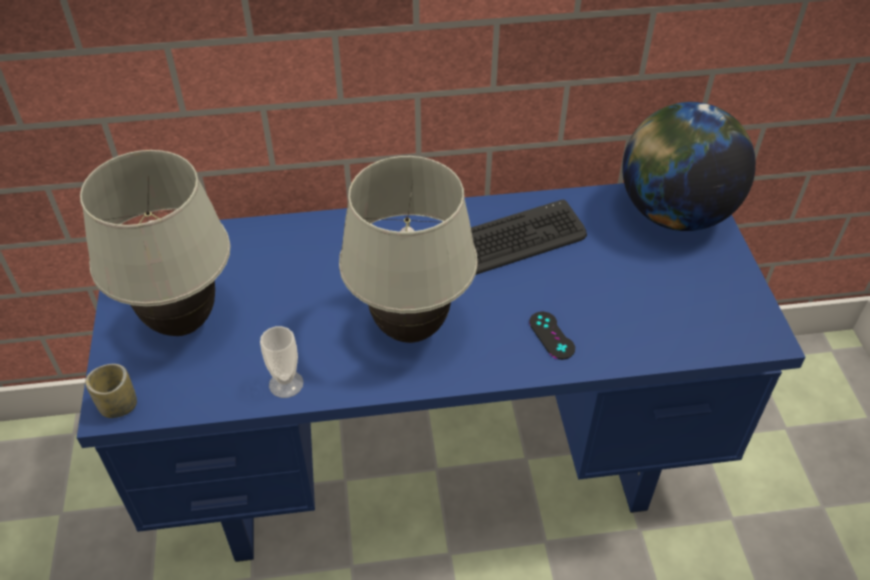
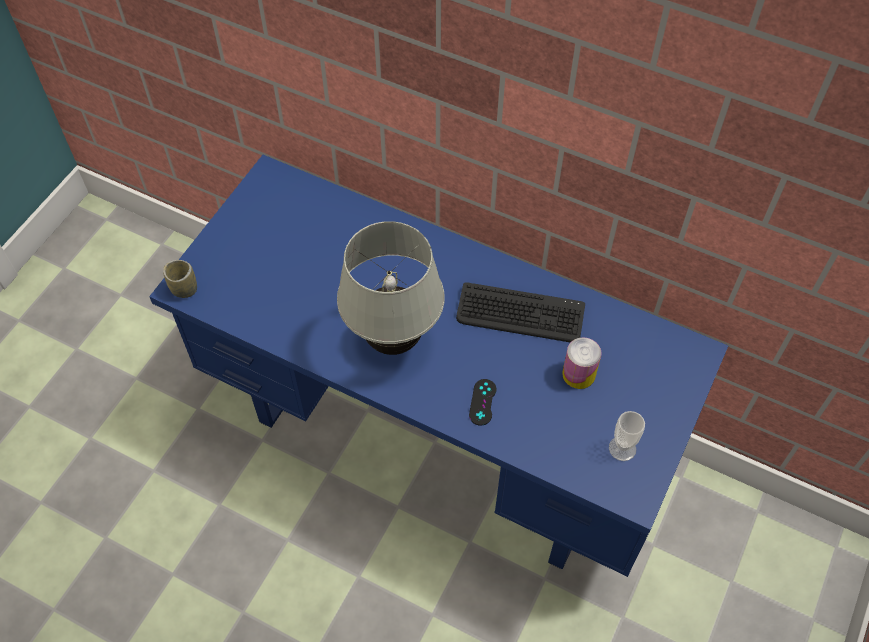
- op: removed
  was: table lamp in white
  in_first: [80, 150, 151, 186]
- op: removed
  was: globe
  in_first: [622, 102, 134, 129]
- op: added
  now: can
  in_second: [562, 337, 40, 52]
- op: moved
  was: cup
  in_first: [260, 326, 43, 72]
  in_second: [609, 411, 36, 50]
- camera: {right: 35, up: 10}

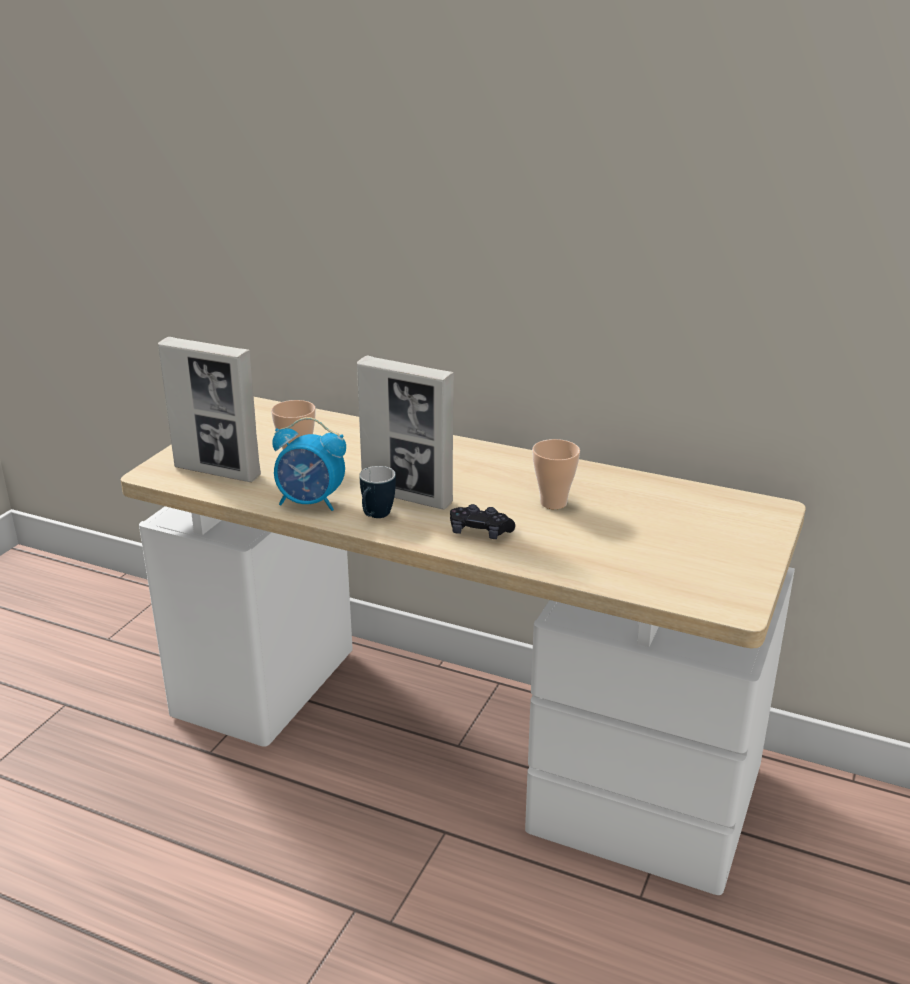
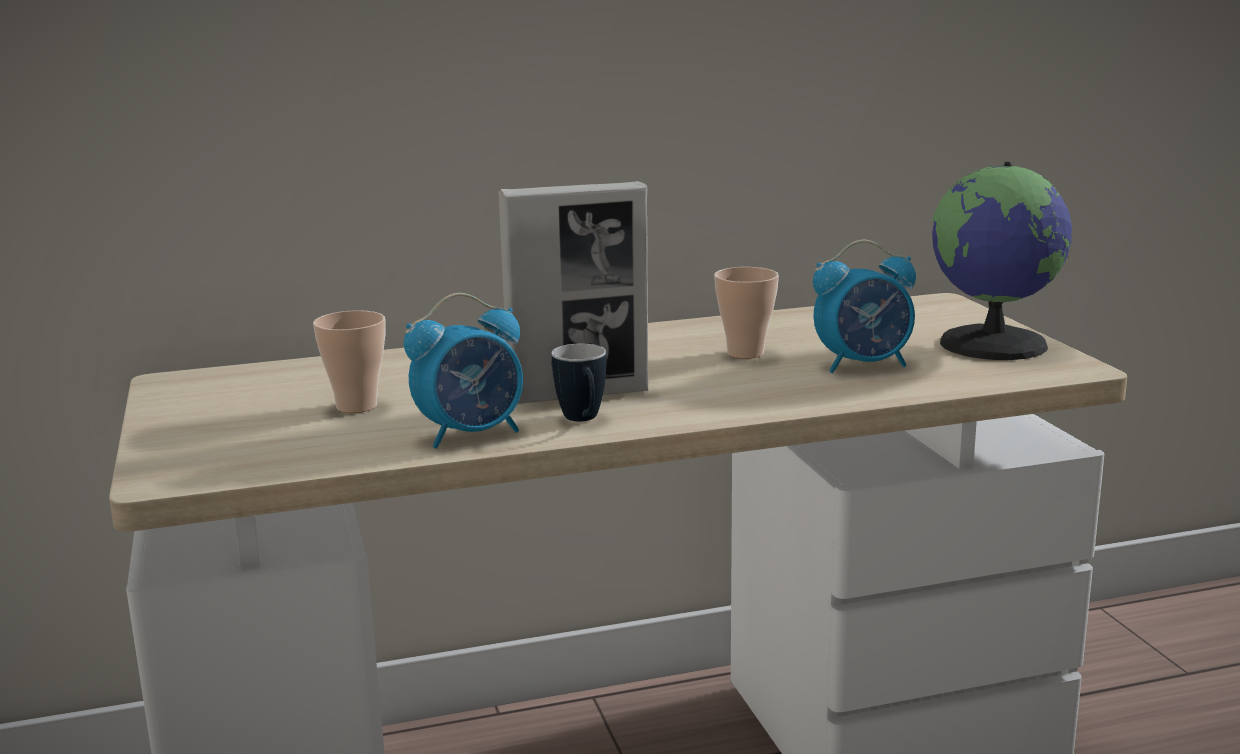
- op: removed
  was: picture frame
  in_first: [158, 337, 103, 145]
- op: removed
  was: game controller in black
  in_first: [450, 504, 65, 35]
- op: added
  now: alarm clock
  in_second: [813, 240, 103, 133]
- op: added
  now: globe
  in_second: [932, 162, 141, 198]
- camera: {right: -40, up: -10}

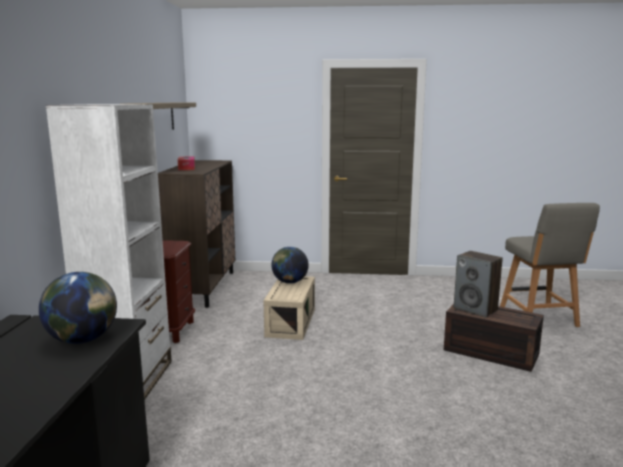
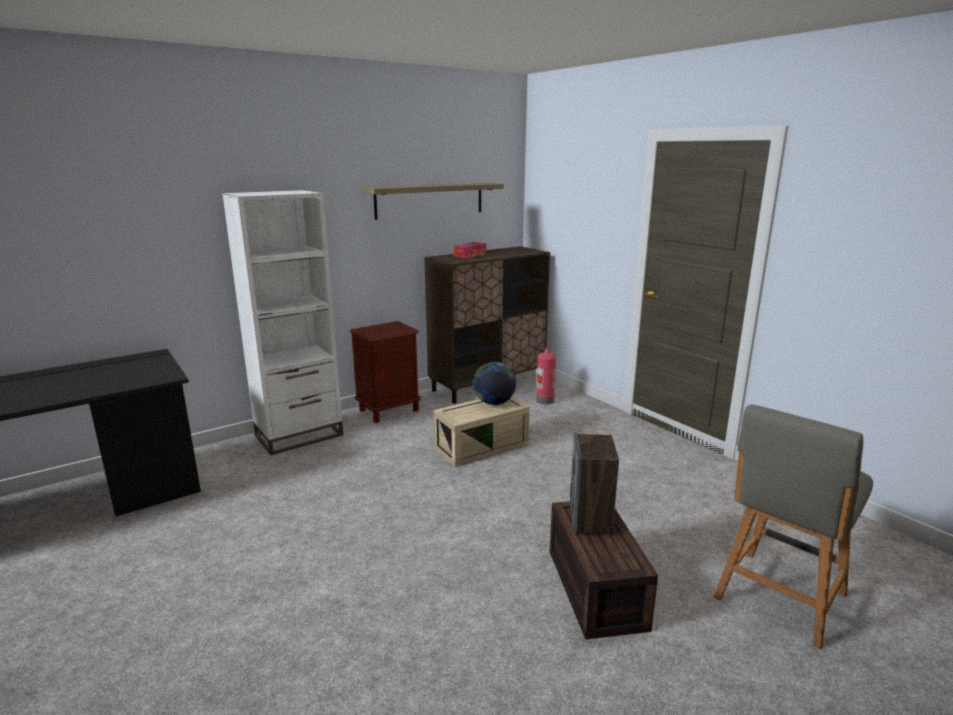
- op: removed
  was: globe
  in_first: [39, 272, 78, 72]
- op: added
  now: fire extinguisher
  in_second: [536, 346, 20, 58]
- camera: {right: 50, up: 5}

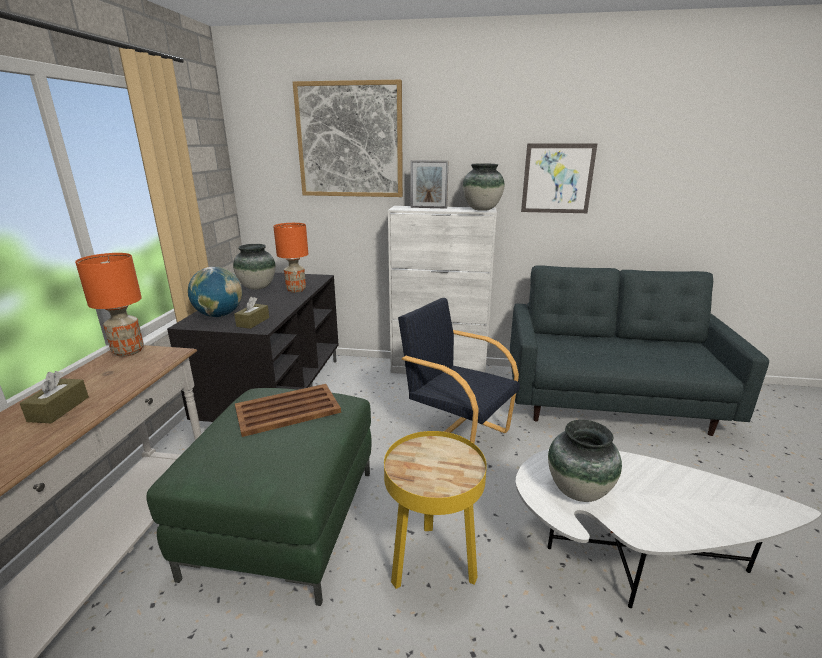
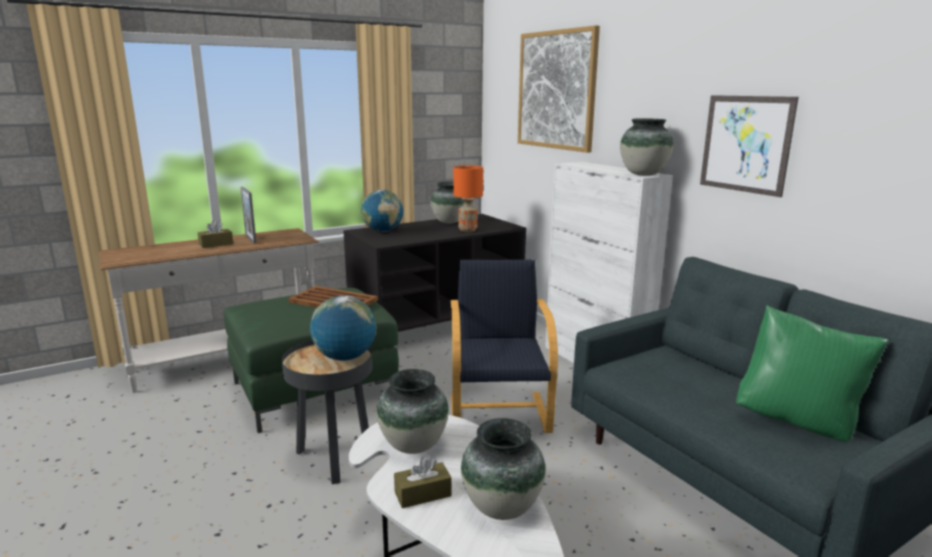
- op: removed
  was: table lamp in orange
  in_first: [75, 253, 69, 104]
- op: added
  now: globe
  in_second: [310, 296, 67, 65]
- op: added
  now: vase
  in_second: [461, 418, 85, 102]
- op: added
  now: pillow in green
  in_second: [736, 305, 152, 137]
- op: moved
  was: tissue box in brown
  in_first: [234, 297, 35, 32]
  in_second: [394, 457, 58, 51]
- op: moved
  was: picture frame
  in_first: [410, 160, 38, 49]
  in_second: [240, 187, 16, 57]
- op: recoloured
  was: side table in yellow
  now: side table in black
  in_first: [384, 431, 103, 158]
  in_second: [282, 340, 90, 144]
- camera: {right: 50, up: -5}

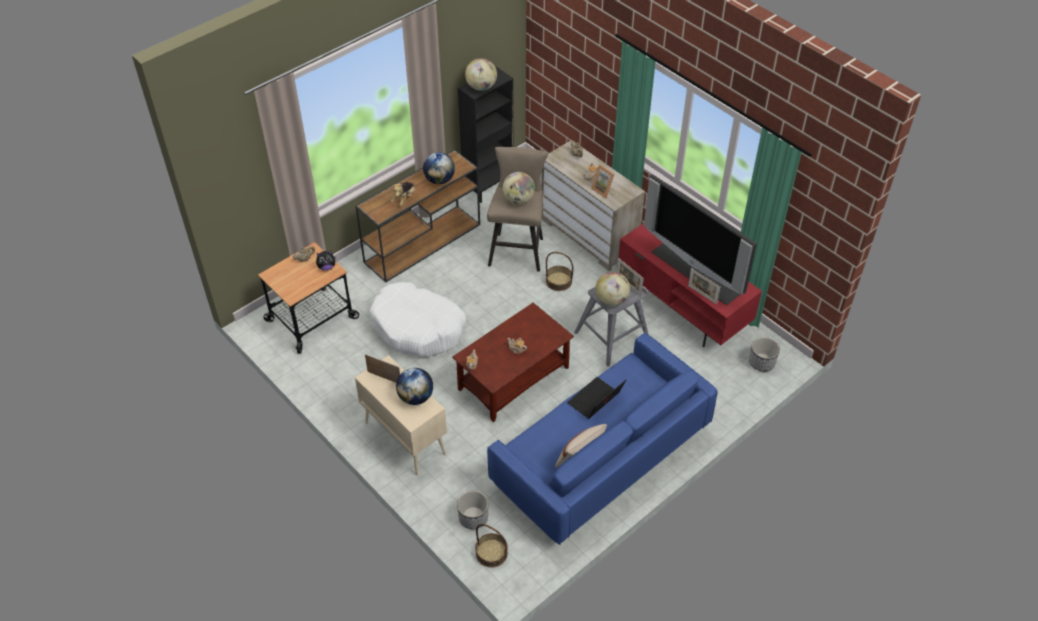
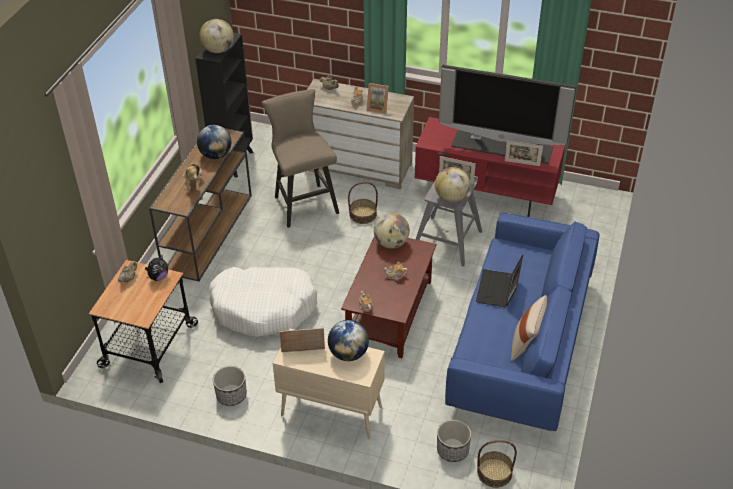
- op: moved
  was: globe
  in_first: [503, 172, 32, 32]
  in_second: [374, 213, 36, 36]
- op: moved
  was: planter
  in_first: [749, 337, 31, 34]
  in_second: [213, 366, 34, 40]
- camera: {right: -30, up: -5}

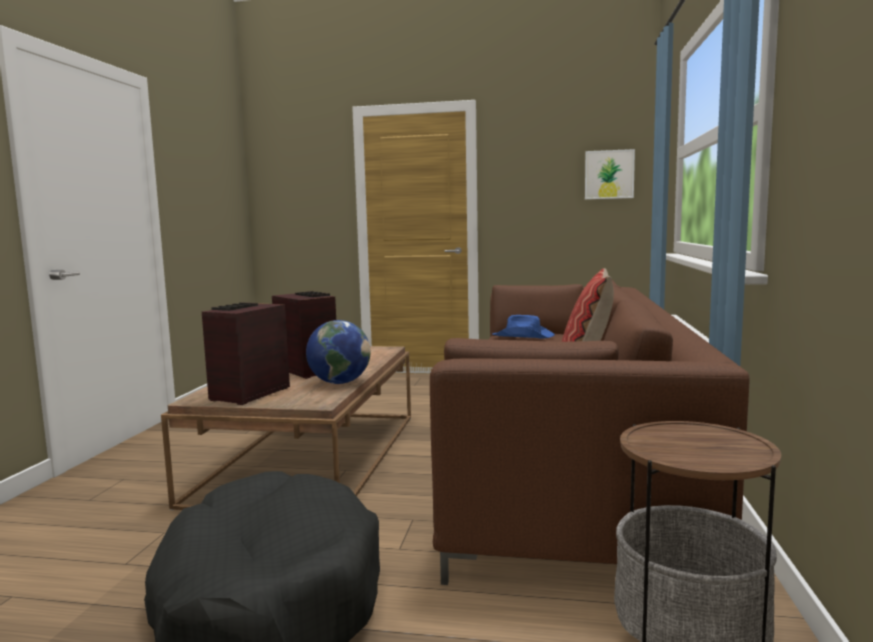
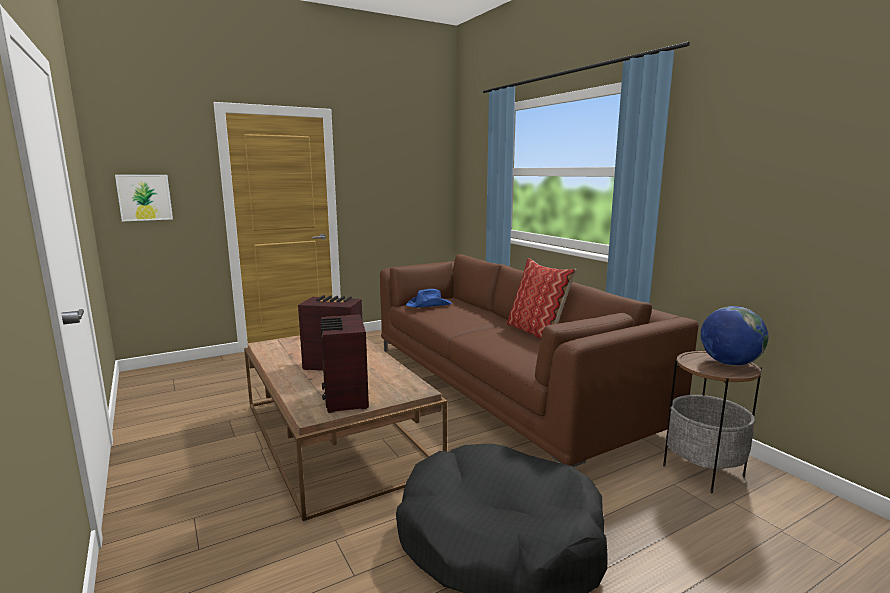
- op: moved
  was: globe
  in_first: [306, 320, 65, 64]
  in_second: [700, 306, 68, 60]
- op: moved
  was: picture
  in_first: [585, 149, 50, 50]
  in_second: [115, 175, 58, 46]
- camera: {right: -40, up: 5}

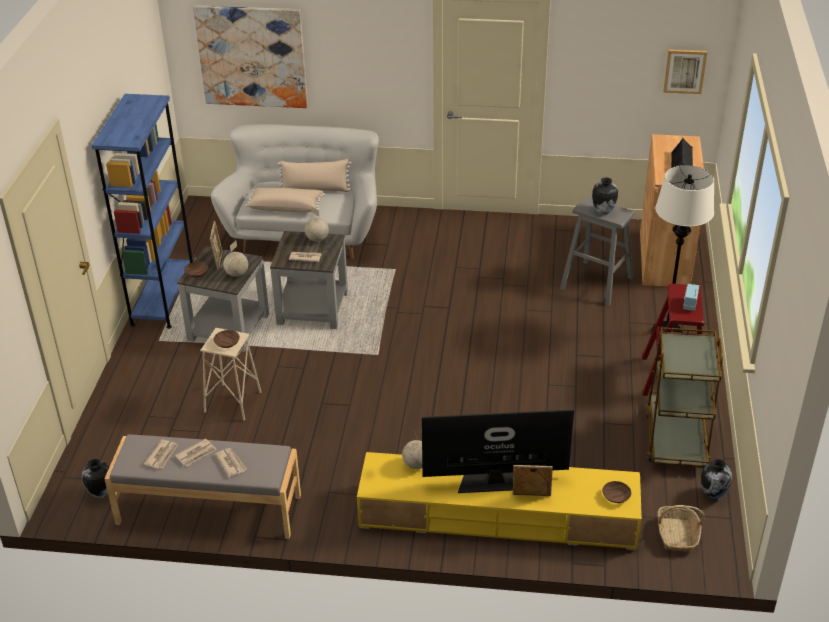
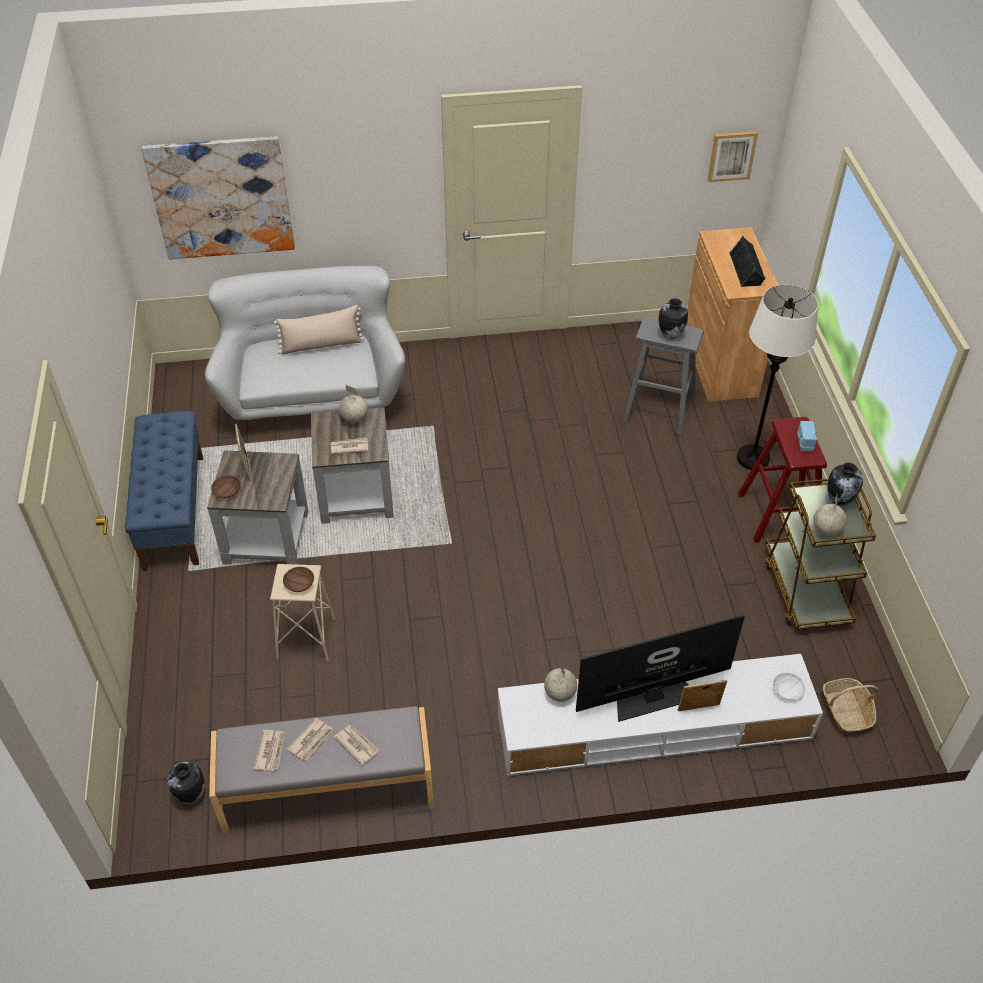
- op: removed
  was: pillow in beige
  in_first: [245, 188, 80, 24]
- op: moved
  was: globe
  in_first: [223, 240, 25, 37]
  in_second: [813, 492, 34, 44]
- op: moved
  was: vase
  in_first: [701, 459, 31, 40]
  in_second: [827, 462, 36, 44]
- op: replaced
  was: bookcase in blue
  now: bench in blue
  in_first: [91, 94, 102, 235]
  in_second: [125, 411, 78, 160]
- op: recoloured
  was: tv stand in yellow
  now: tv stand in white
  in_first: [357, 452, 285, 98]
  in_second: [498, 654, 325, 122]
- op: recoloured
  was: bowl in brown
  now: bowl in white
  in_first: [602, 481, 29, 22]
  in_second: [773, 672, 32, 28]
- camera: {right: -15, up: 10}

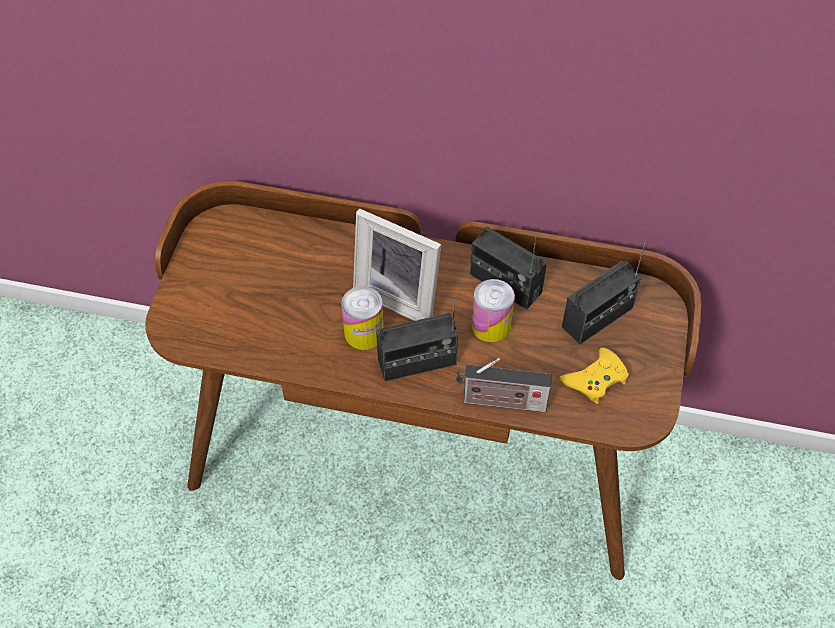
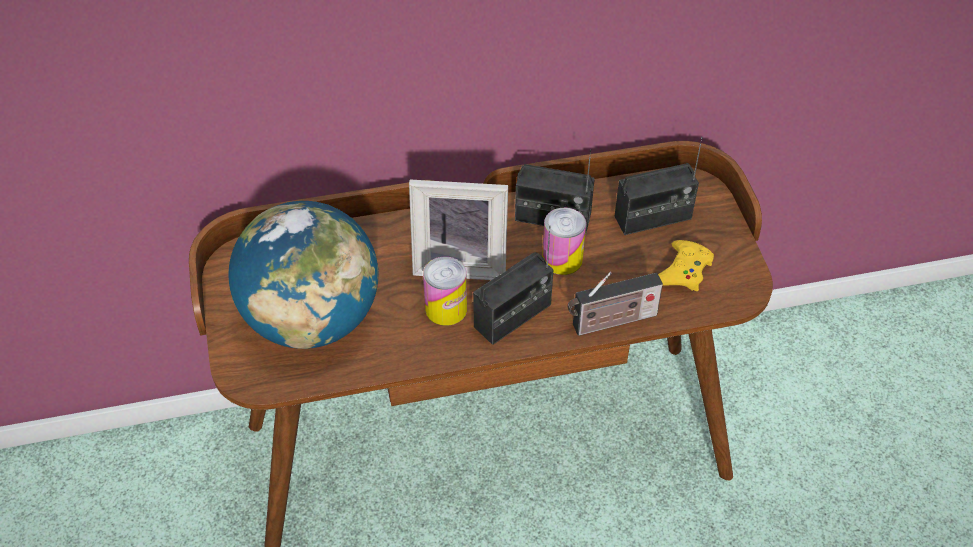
- op: added
  now: globe
  in_second: [229, 201, 149, 148]
- op: turned
  was: radio
  in_first: [562, 239, 84, 105]
  in_second: [615, 137, 88, 98]
  clockwise: 45
- camera: {right: -25, up: -5}

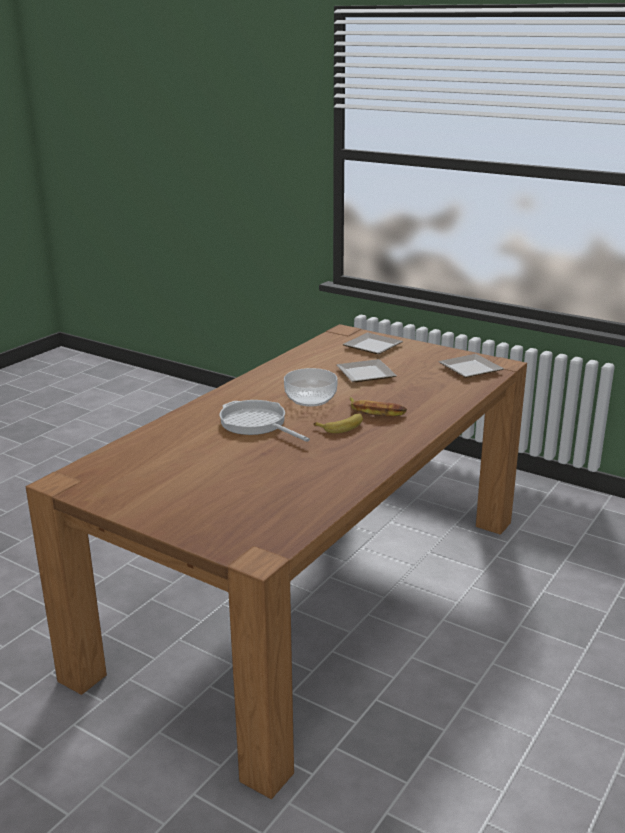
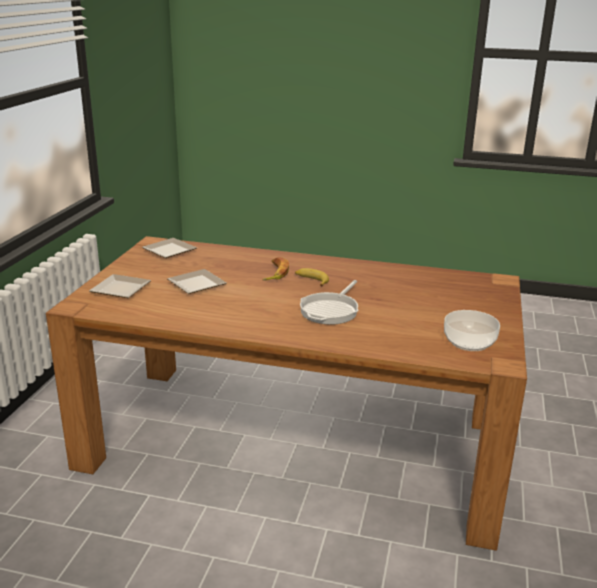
- op: moved
  was: bowl
  in_first: [284, 368, 54, 39]
  in_second: [444, 310, 56, 41]
- camera: {right: -110, up: 0}

